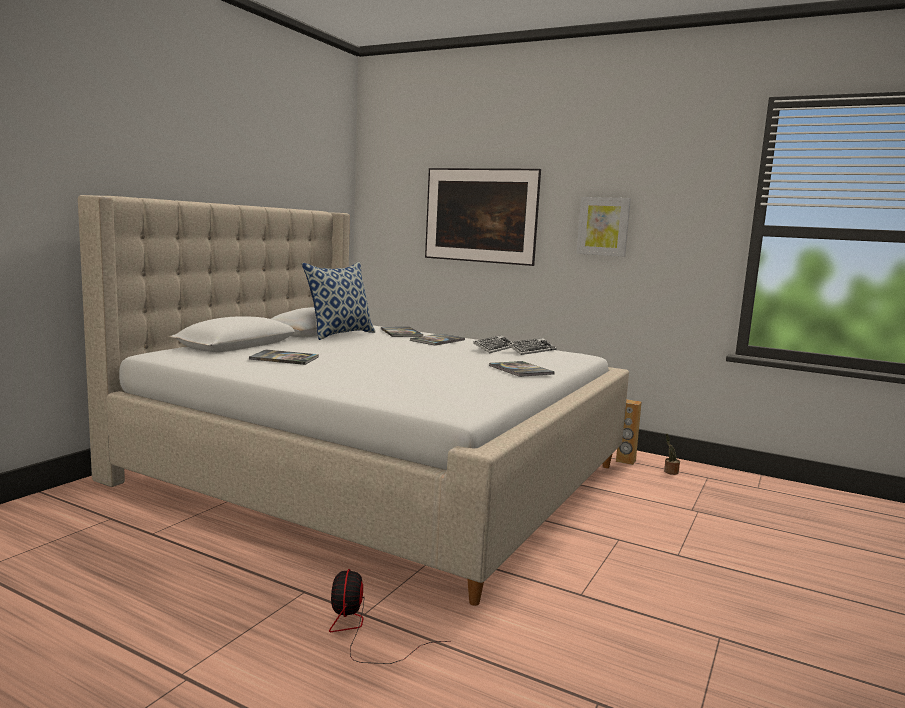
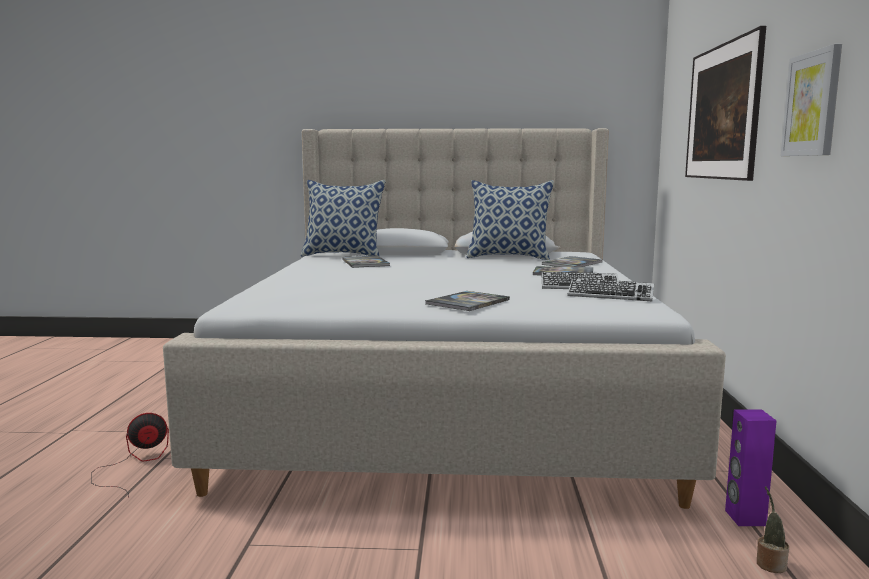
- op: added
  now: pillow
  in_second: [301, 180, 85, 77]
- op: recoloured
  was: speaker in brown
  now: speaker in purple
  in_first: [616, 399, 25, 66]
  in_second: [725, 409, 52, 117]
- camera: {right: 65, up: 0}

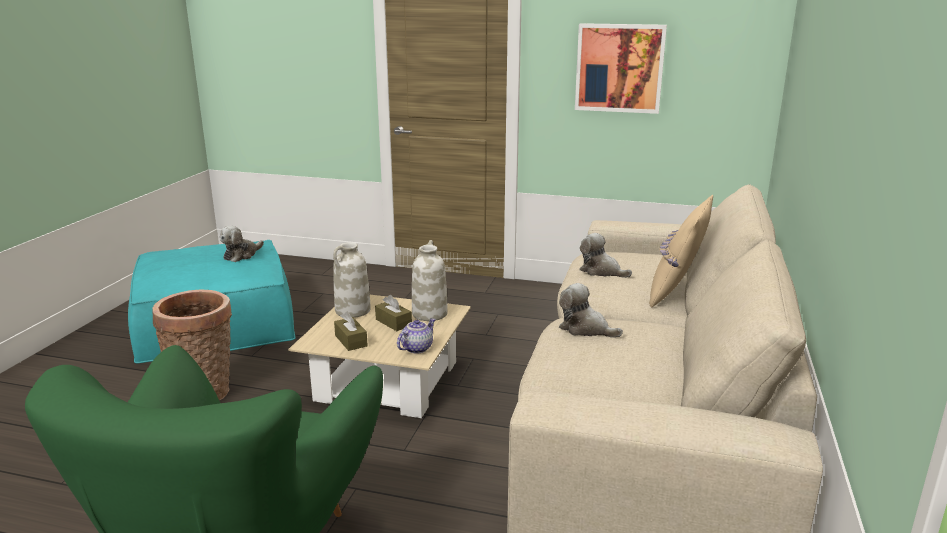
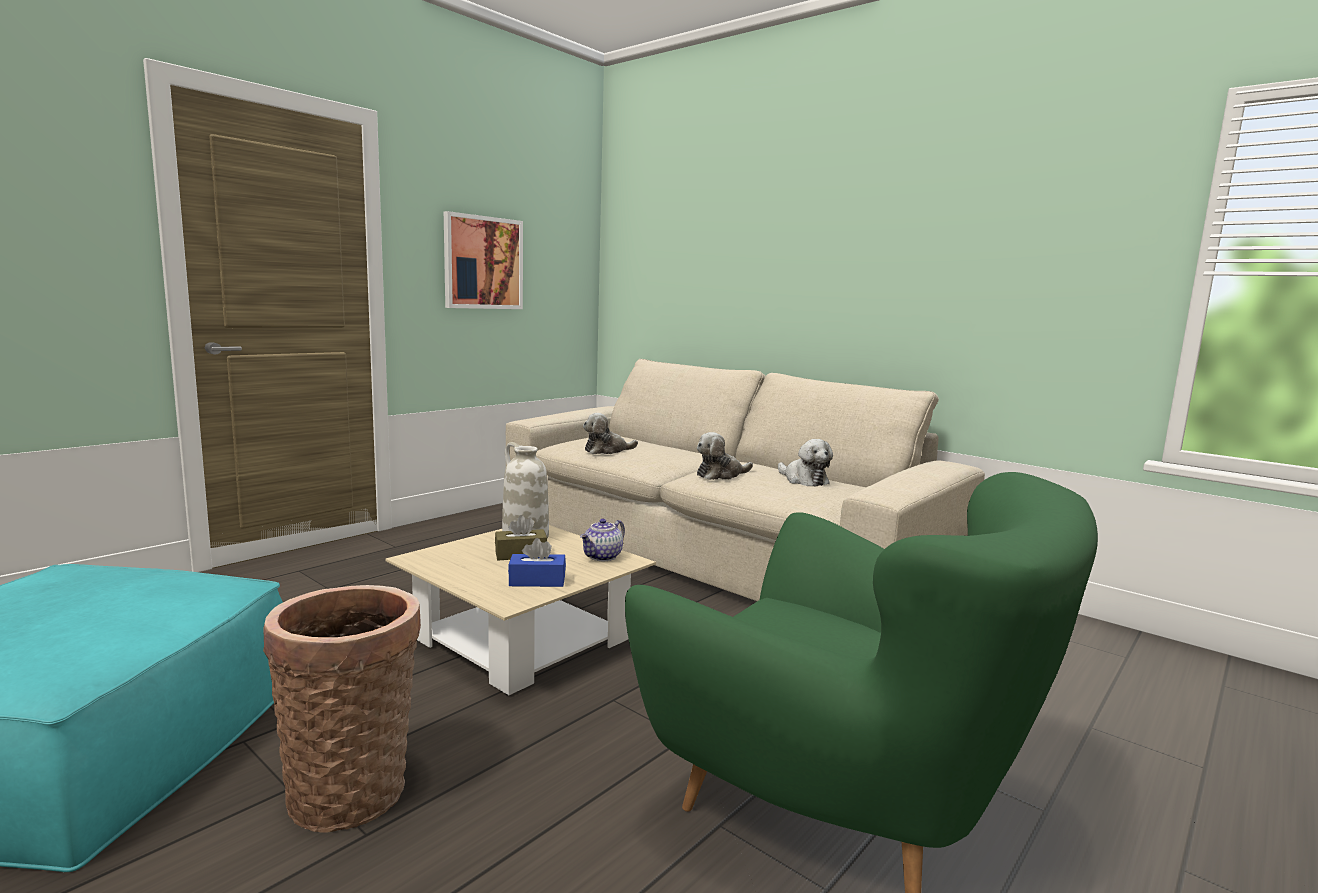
- op: removed
  was: vase in white
  in_first: [333, 242, 38, 76]
- op: removed
  was: pillow in beige
  in_first: [649, 195, 64, 113]
- op: moved
  was: plush toy
  in_first: [220, 226, 44, 36]
  in_second: [778, 439, 55, 48]
- op: recoloured
  was: tissue box in brown
  now: tissue box in blue
  in_first: [334, 312, 34, 39]
  in_second: [508, 538, 58, 49]
- op: turned
  was: teapot
  in_first: [397, 318, 39, 35]
  in_second: [580, 519, 45, 42]
  clockwise: -120
- camera: {right: -65, up: -10}

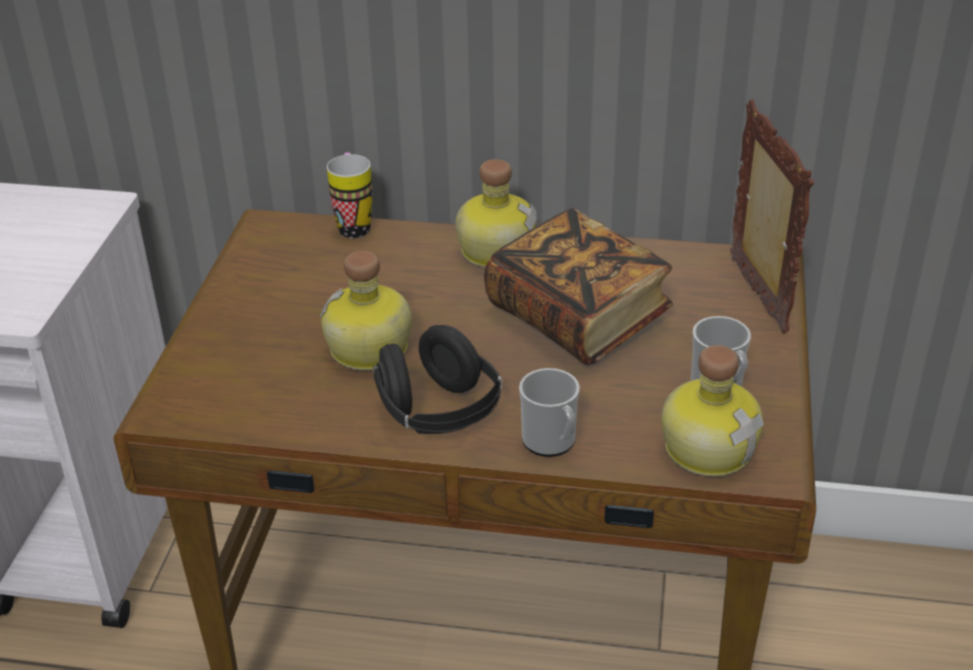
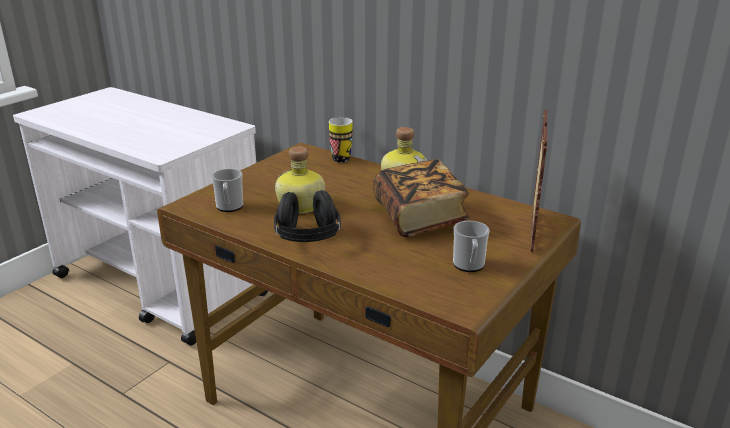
- op: removed
  was: bottle
  in_first: [661, 345, 103, 132]
- op: moved
  was: mug
  in_first: [519, 368, 61, 89]
  in_second: [211, 169, 32, 43]
- camera: {right: 25, up: -10}

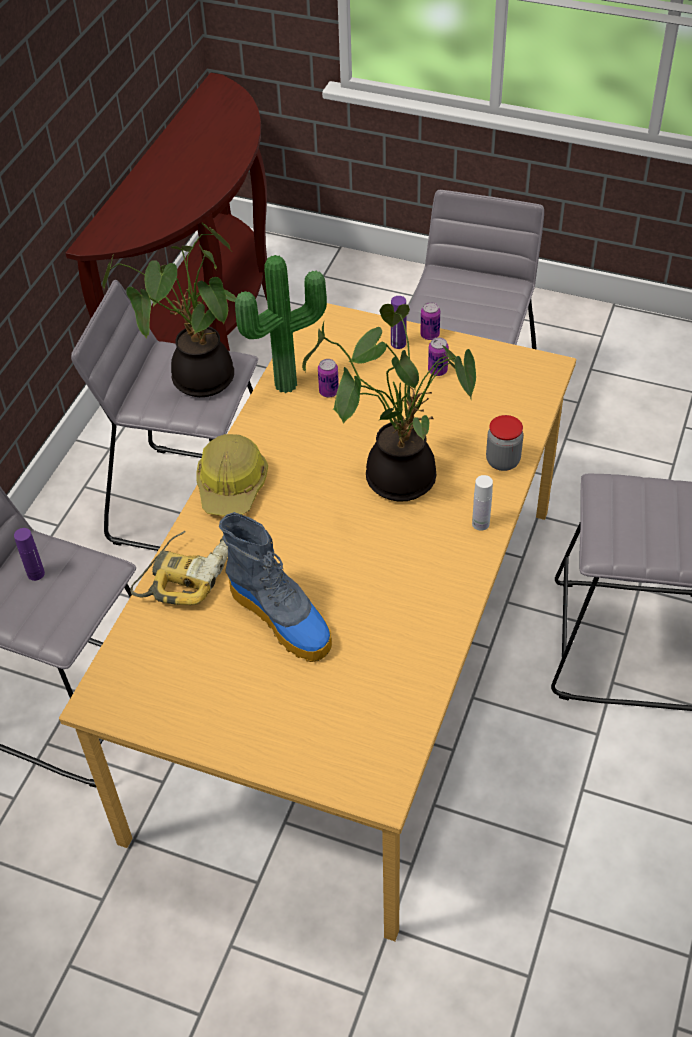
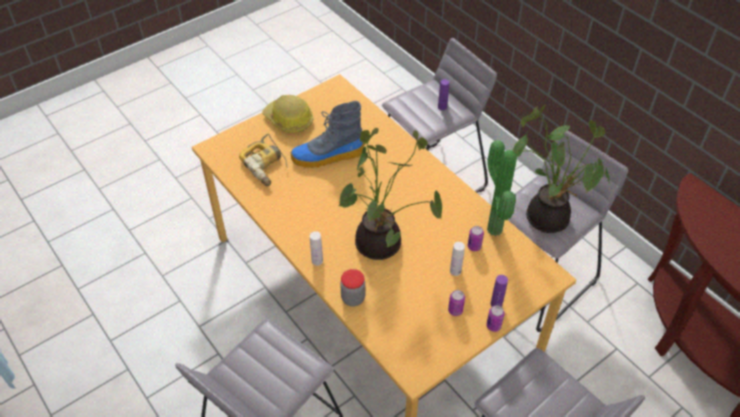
- op: added
  now: bottle in white
  in_second: [450, 242, 15, 34]
- op: moved
  was: power drill
  in_first: [130, 531, 98, 74]
  in_second: [239, 134, 49, 52]
- op: moved
  was: hard hat
  in_first: [196, 434, 72, 82]
  in_second: [262, 95, 51, 37]
- camera: {right: 120, up: 0}

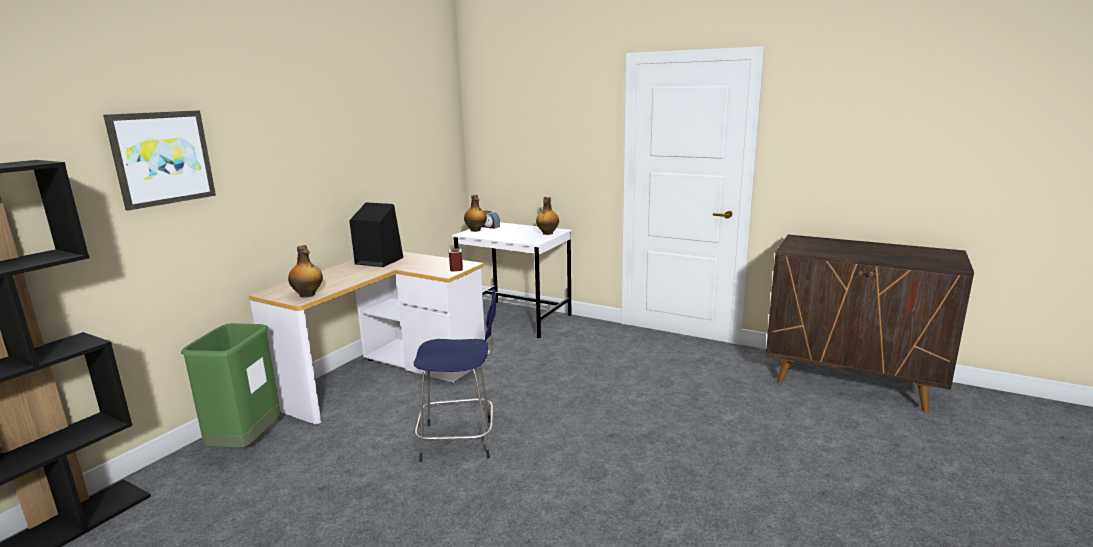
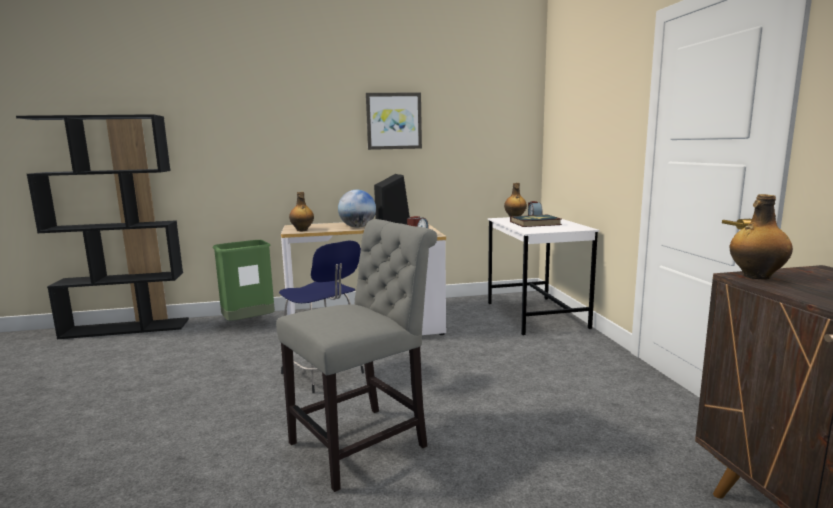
- op: added
  now: chair in grey
  in_second: [276, 219, 161, 273]
- op: added
  now: globe
  in_second: [338, 190, 38, 38]
- op: added
  now: book
  in_second: [510, 214, 52, 13]
- op: moved
  was: picture
  in_first: [103, 110, 113, 101]
  in_second: [366, 93, 56, 57]
- op: moved
  was: bottle
  in_first: [536, 197, 23, 38]
  in_second: [729, 194, 64, 86]
- camera: {right: 50, up: -5}

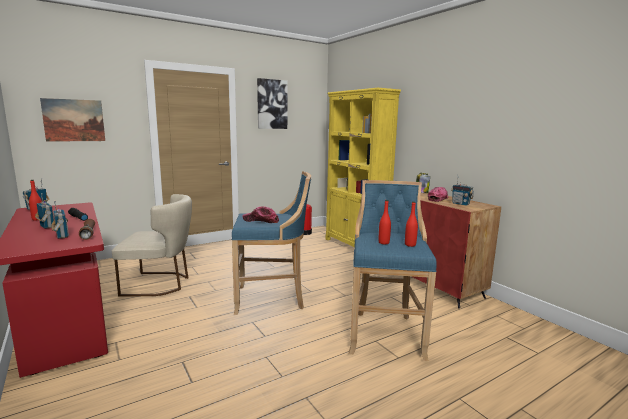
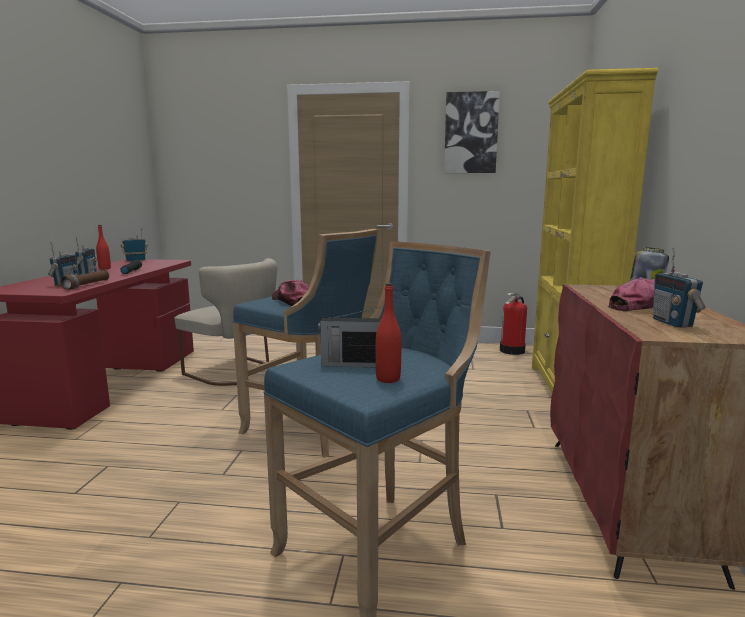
- op: removed
  was: picture
  in_first: [40, 98, 65, 44]
- op: replaced
  was: bottle in red
  now: radio
  in_first: [379, 200, 12, 44]
  in_second: [318, 307, 63, 60]
- camera: {right: 40, up: 0}

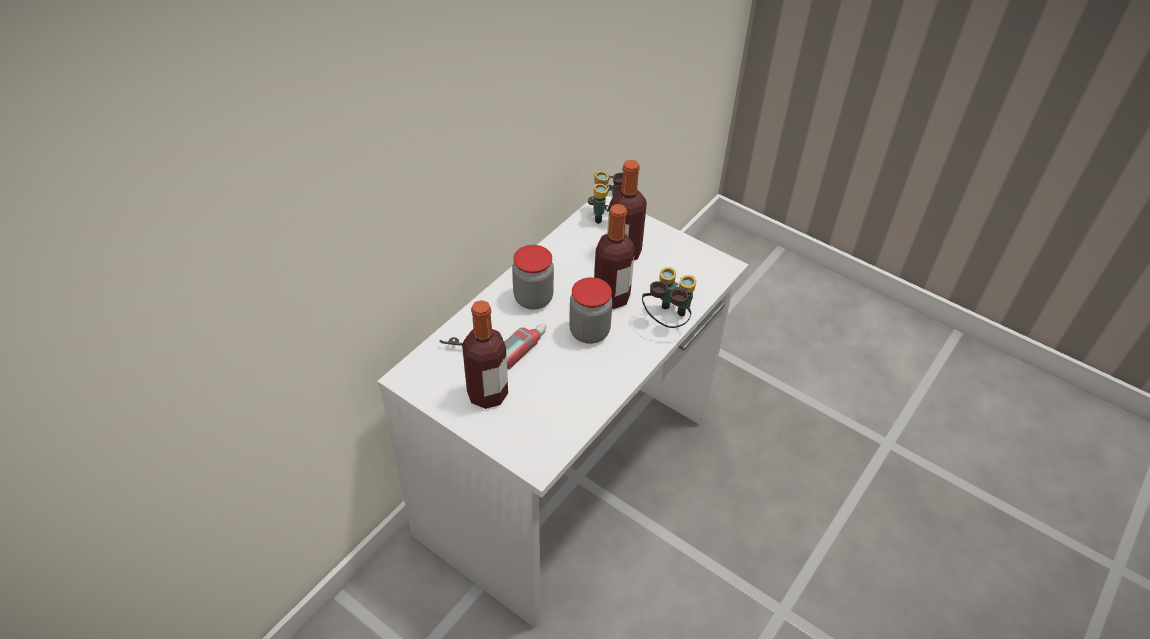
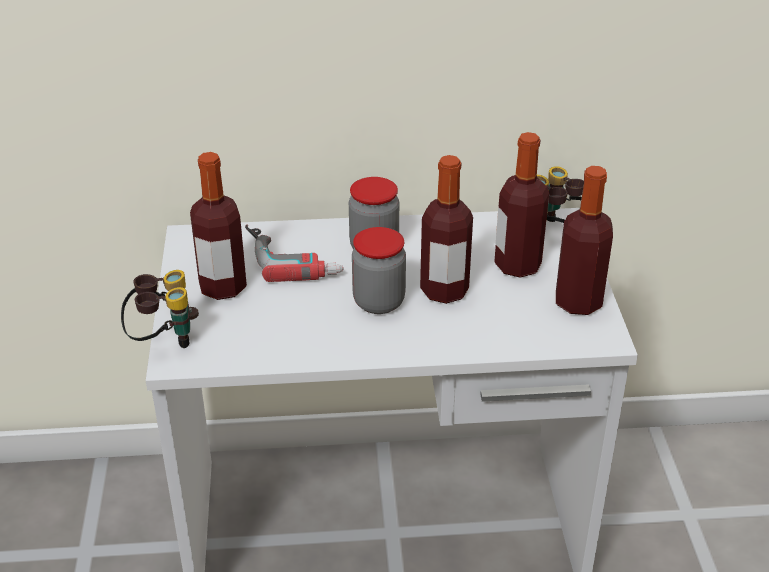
- op: added
  now: bottle
  in_second: [556, 166, 57, 149]
- op: moved
  was: binoculars
  in_first: [642, 267, 54, 61]
  in_second: [121, 270, 78, 78]
- camera: {right: 50, up: -10}

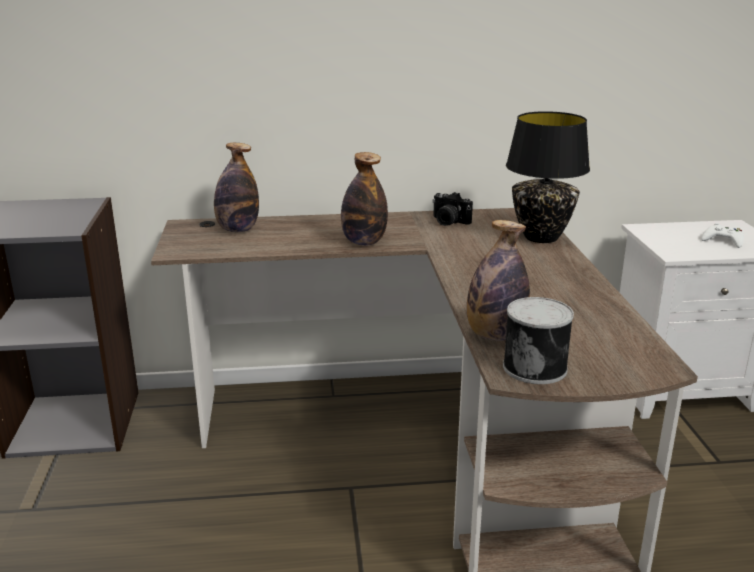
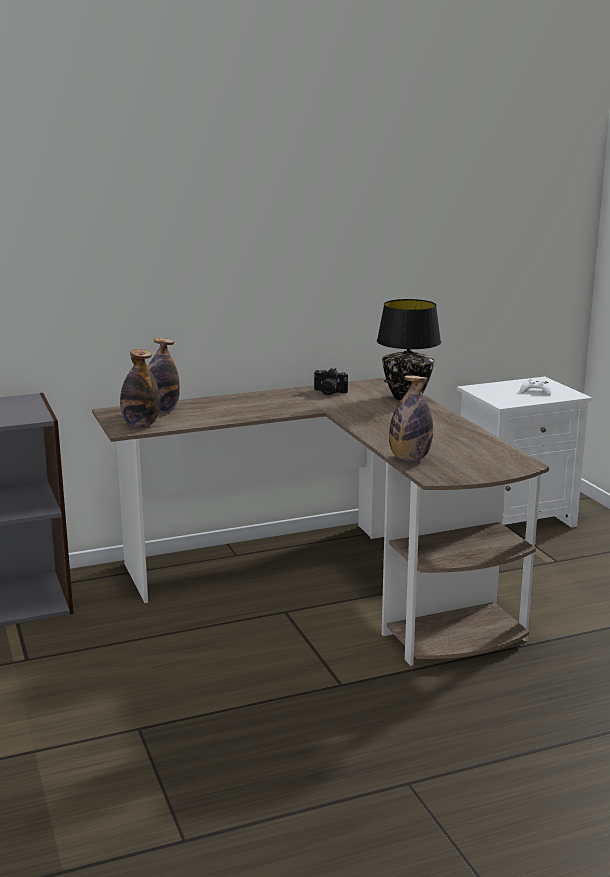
- op: removed
  was: can
  in_first: [503, 297, 71, 87]
- op: moved
  was: bottle
  in_first: [341, 152, 47, 94]
  in_second: [120, 349, 40, 78]
- camera: {right: -15, up: -5}

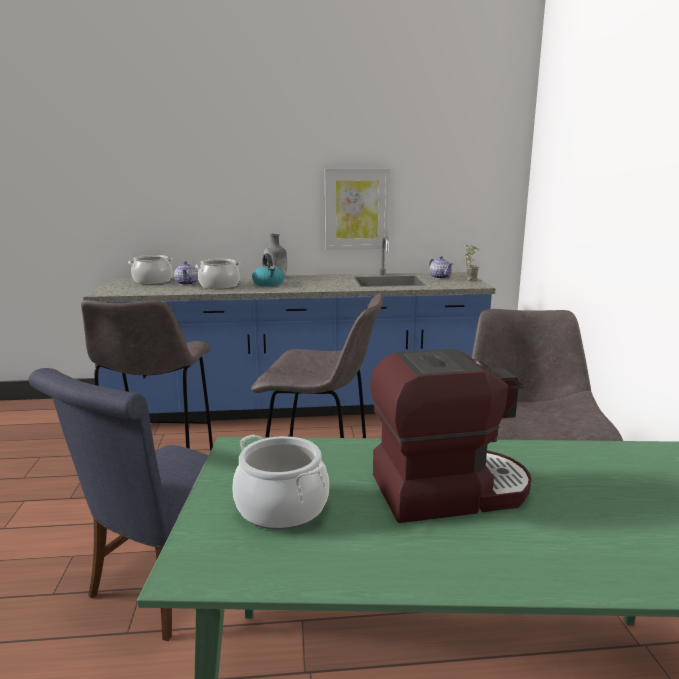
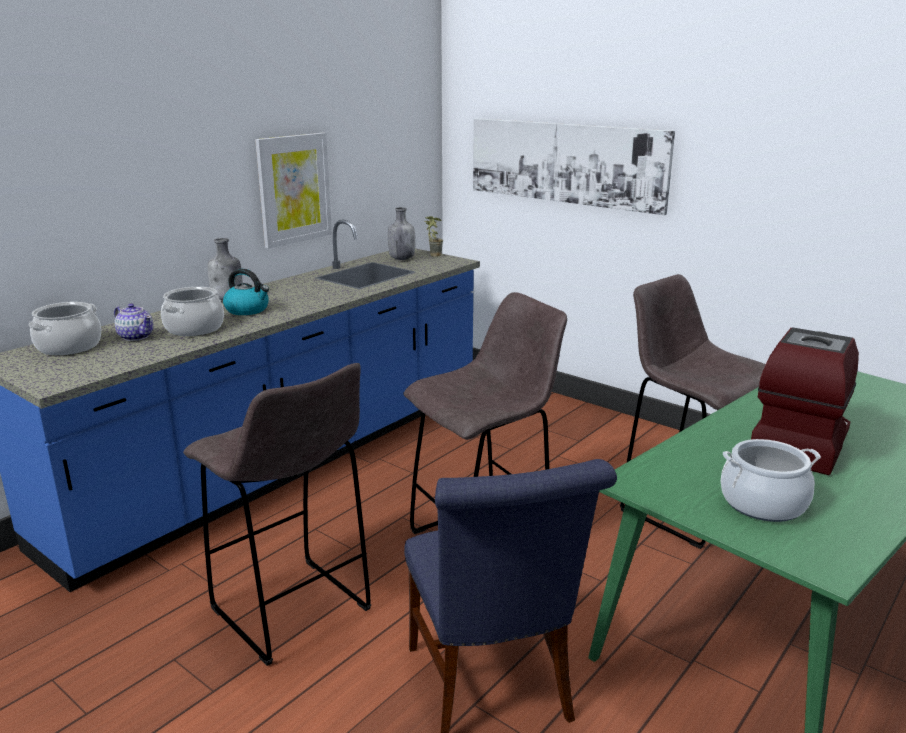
- op: added
  now: picture
  in_second: [473, 118, 202, 97]
- op: replaced
  was: teapot
  now: bottle in grey
  in_first: [429, 256, 24, 23]
  in_second: [388, 207, 27, 53]
- camera: {right: -45, up: 5}

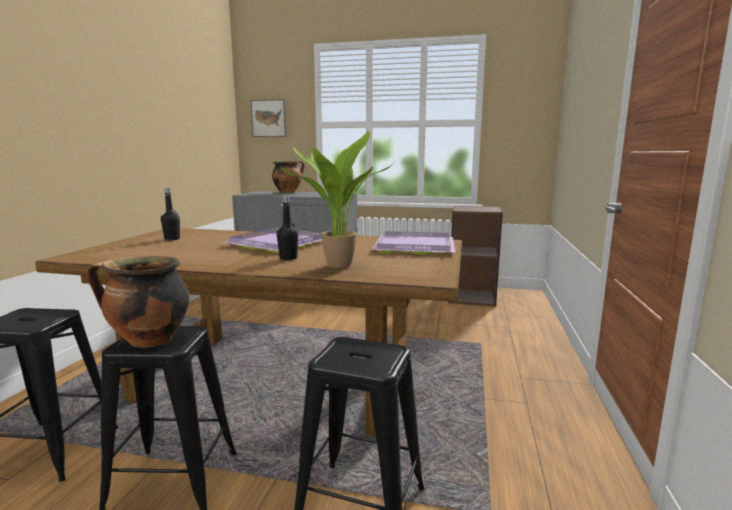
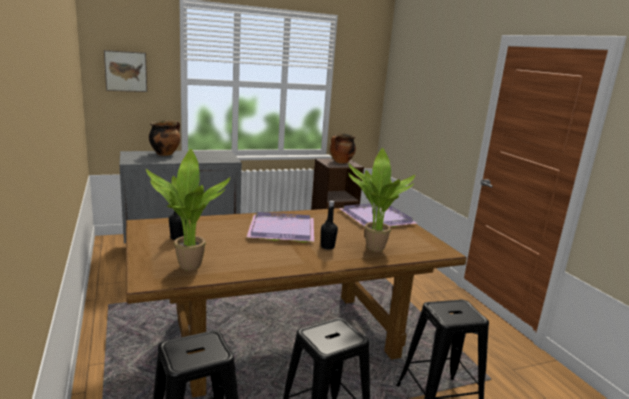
- op: added
  now: potted plant
  in_second: [146, 149, 84, 122]
- op: moved
  was: cooking pot
  in_first: [87, 256, 102, 92]
  in_second: [330, 134, 26, 30]
- camera: {right: -35, up: 5}

